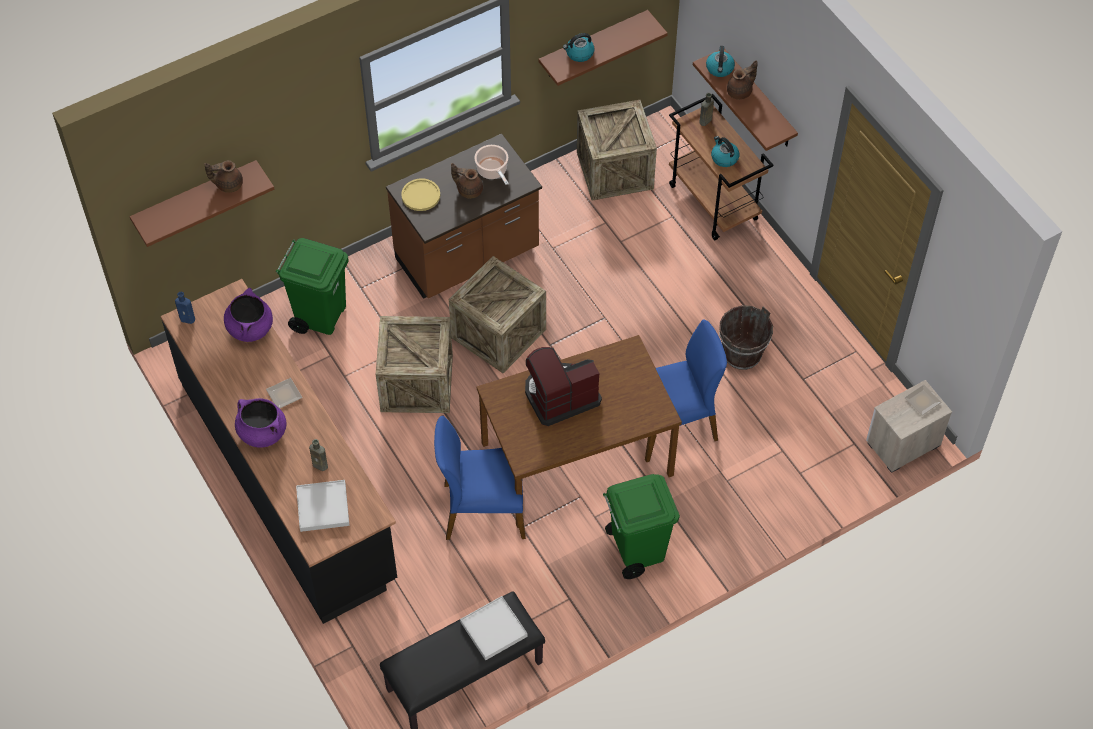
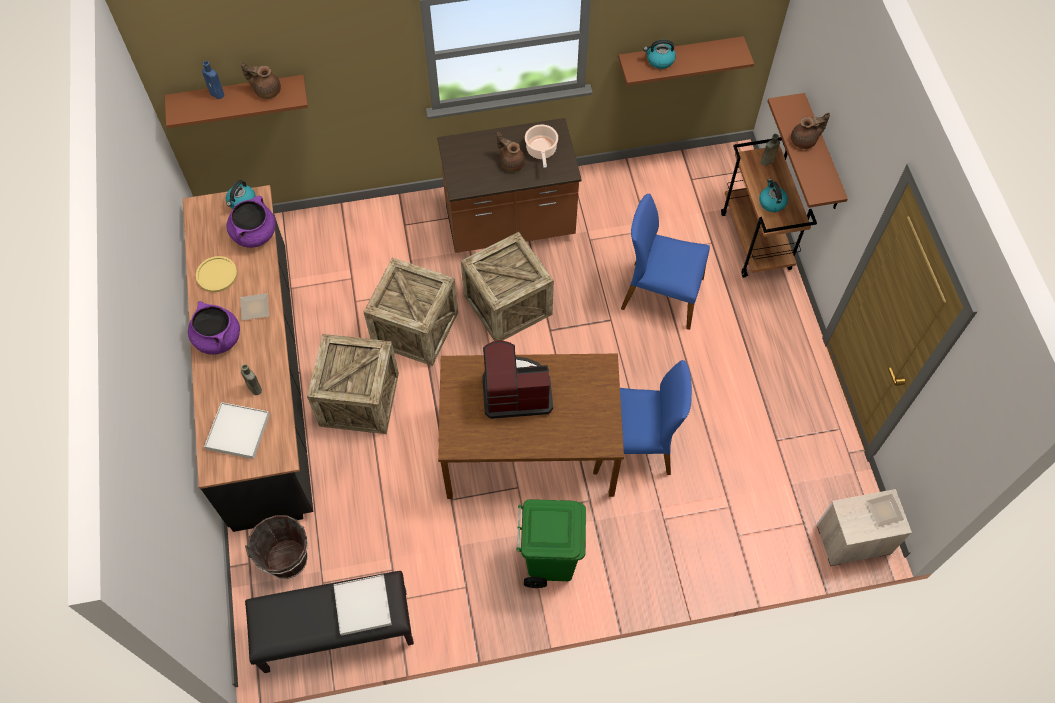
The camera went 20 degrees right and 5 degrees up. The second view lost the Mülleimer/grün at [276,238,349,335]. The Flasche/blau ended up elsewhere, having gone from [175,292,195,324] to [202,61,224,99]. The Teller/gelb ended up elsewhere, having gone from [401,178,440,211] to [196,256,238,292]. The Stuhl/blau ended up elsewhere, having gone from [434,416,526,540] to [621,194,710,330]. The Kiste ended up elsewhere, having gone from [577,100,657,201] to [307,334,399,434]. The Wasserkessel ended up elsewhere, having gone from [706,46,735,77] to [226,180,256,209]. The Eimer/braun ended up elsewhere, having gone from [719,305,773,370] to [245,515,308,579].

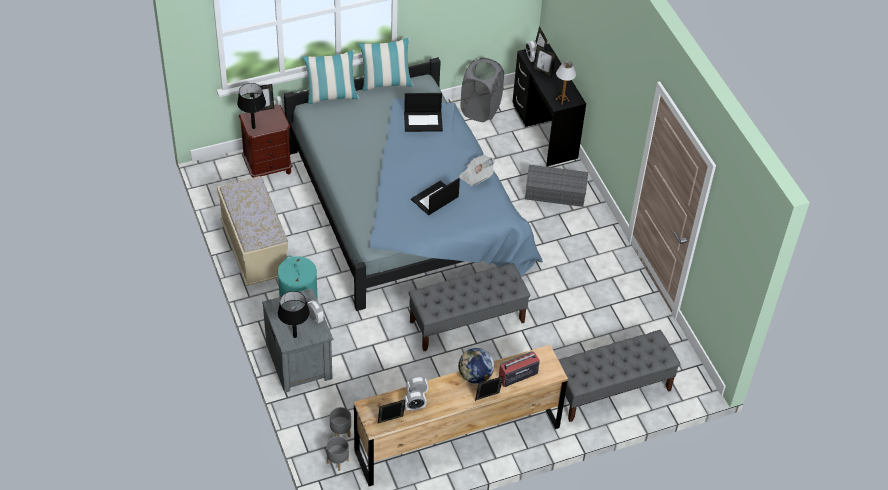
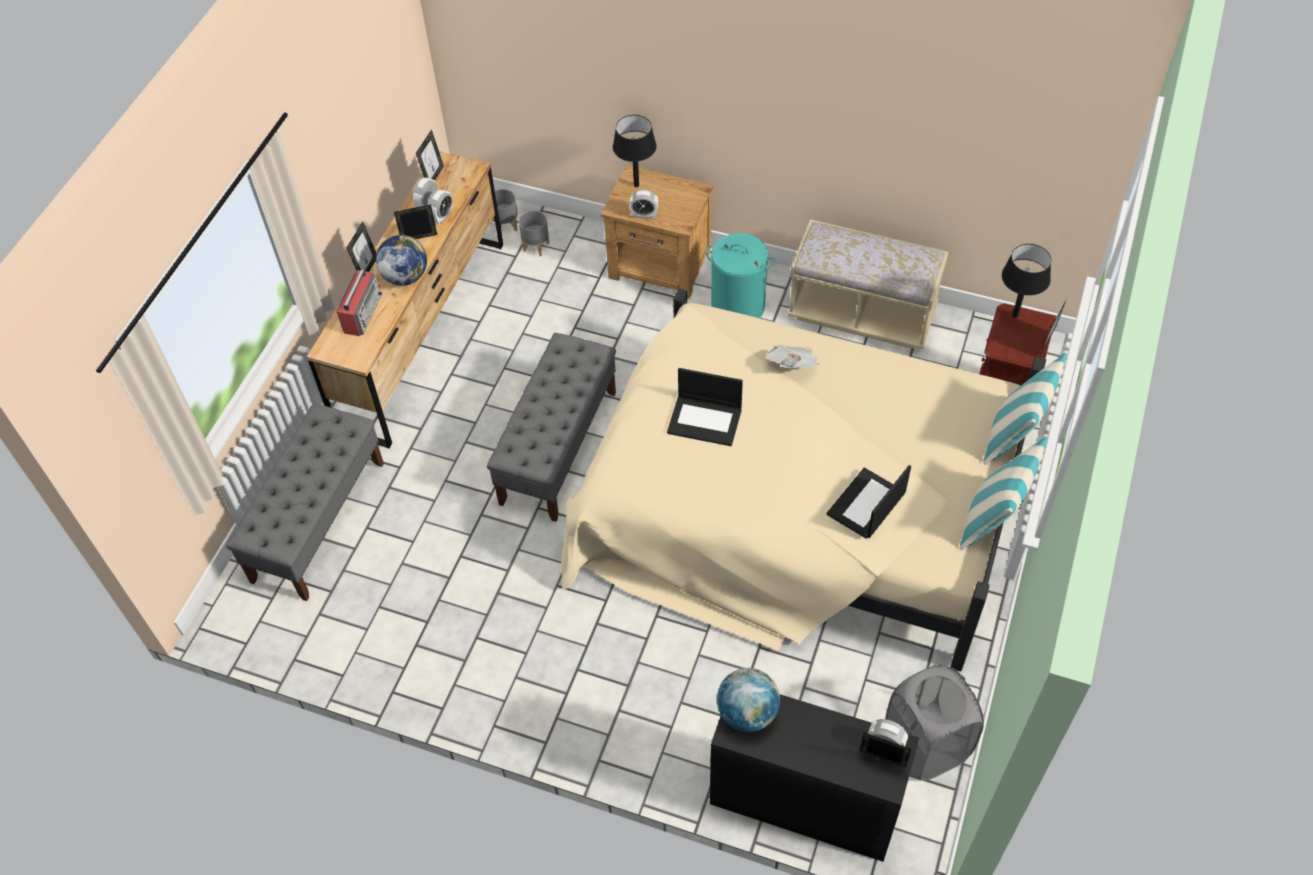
The camera went 135 degrees right and 5 degrees up. The second view lost the Aufbewahrungsbox/grau at [525,165,588,207]. The Zeitung ended up elsewhere, having gone from [460,155,495,186] to [766,345,819,369]. The Bilderrahmen ended up elsewhere, having gone from [533,45,556,78] to [394,205,437,239]. Where the Tischlampe stood at [556,61,576,105], the Globus came to stand at [717,668,780,732]. What was the Nachttisch/grau at [262,288,333,392] turned into the Nachttisch/braun at [601,165,713,299]. What was the Bett/blau at [284,57,543,311] turned into the Bett/beige at [561,288,1046,671]. The Laptop at [411,178,460,215] ended up facing another way, 105 degrees clockwise from before.

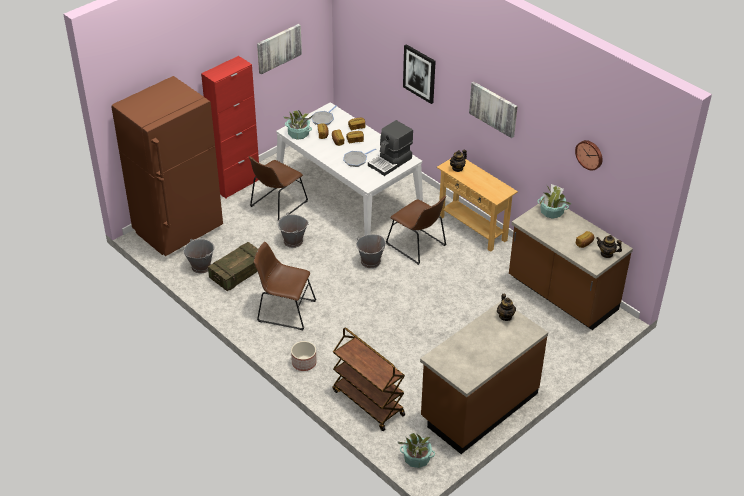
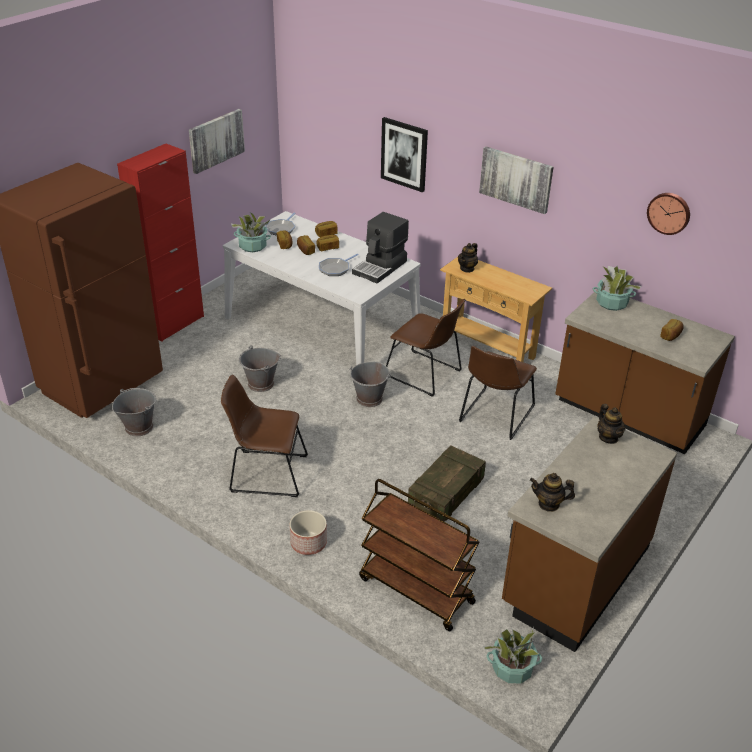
The camera went 10 degrees left and 5 degrees down. The Kiste ended up elsewhere, having gone from [208,242,258,291] to [408,446,486,522]. The Stuhl/braun ended up elsewhere, having gone from [249,156,308,220] to [459,346,537,440]. The Teekanne ended up elsewhere, having gone from [596,235,622,258] to [530,473,575,512].

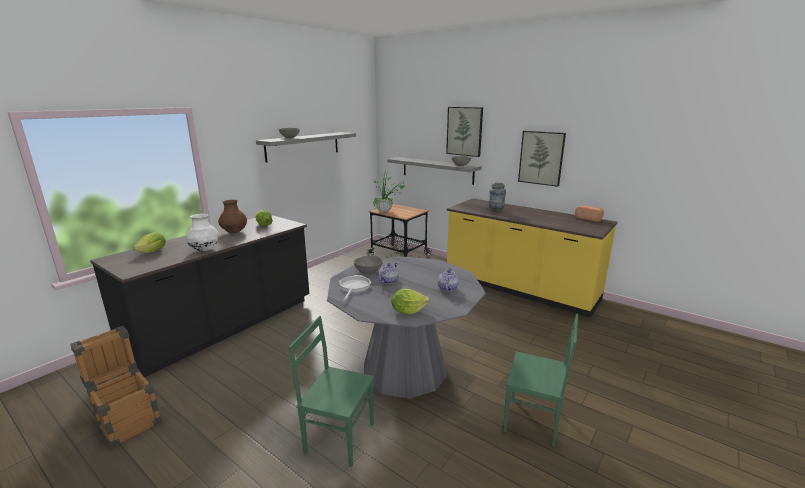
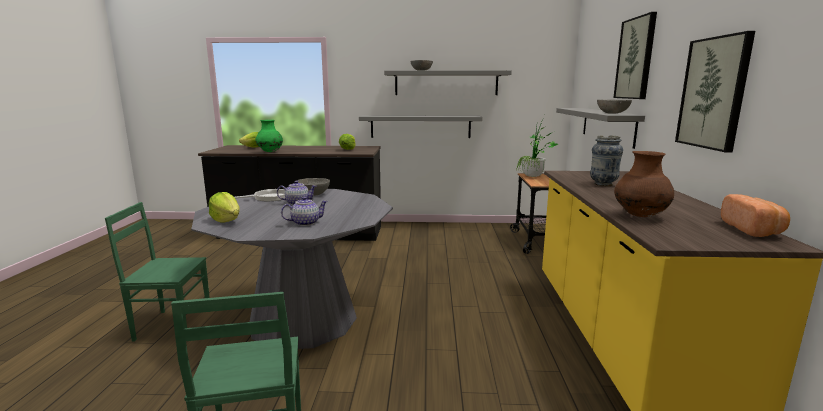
The camera went 55 degrees right and 5 degrees down. The second view lost the Kiste at [70,326,162,448]. The second view gained the Wandregal/grau at [359,115,482,138]. The Vase/braun ended up elsewhere, having gone from [218,200,247,233] to [614,151,674,217]. What was the Vase/weiß at [186,213,220,251] turned into the Vase/grün at [255,120,283,152]. The Stuhl/grün at [289,316,374,467] ended up facing another way, 75 degrees counterclockwise from before.

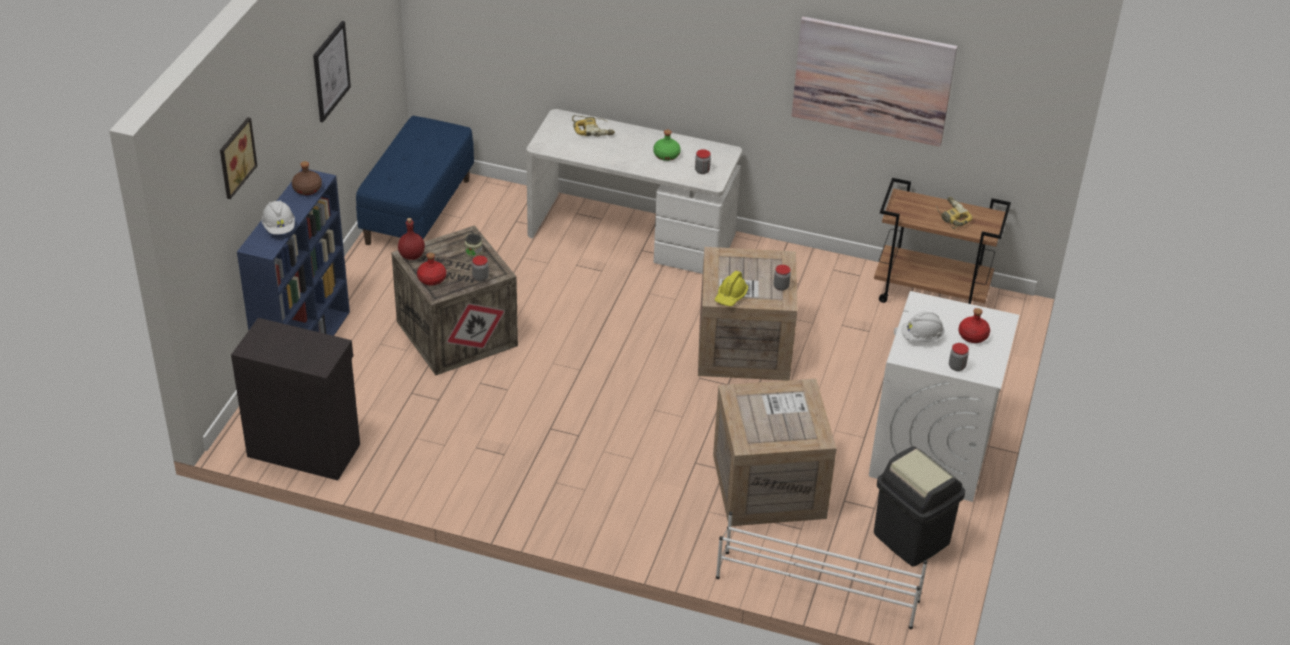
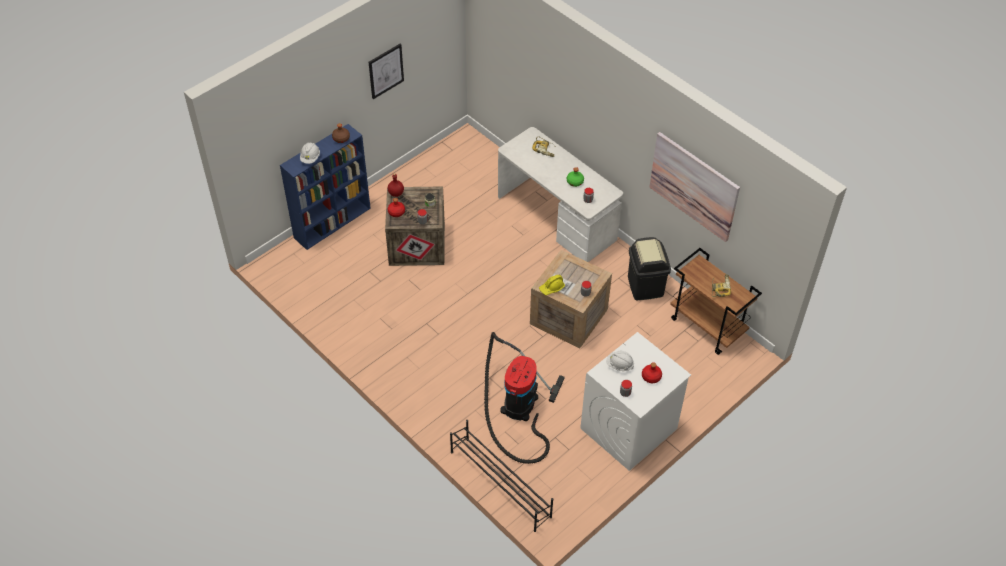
The camera went 30 degrees right and 10 degrees up. The second view lost the Bild at [220,117,257,199]. The second view lost the Schrank/schwarz at [231,318,360,480]. The second view lost the Bank/blau at [356,116,474,245]. The Mülleimer/schwarz ended up elsewhere, having gone from [874,446,965,566] to [628,237,671,300]. Where the Kiste stood at [713,379,837,526], the Staubsauger came to stand at [484,332,565,464]. What was the Schuhregal/weiß at [716,511,927,629] turned into the Schuhregal/schwarz at [450,420,553,532].

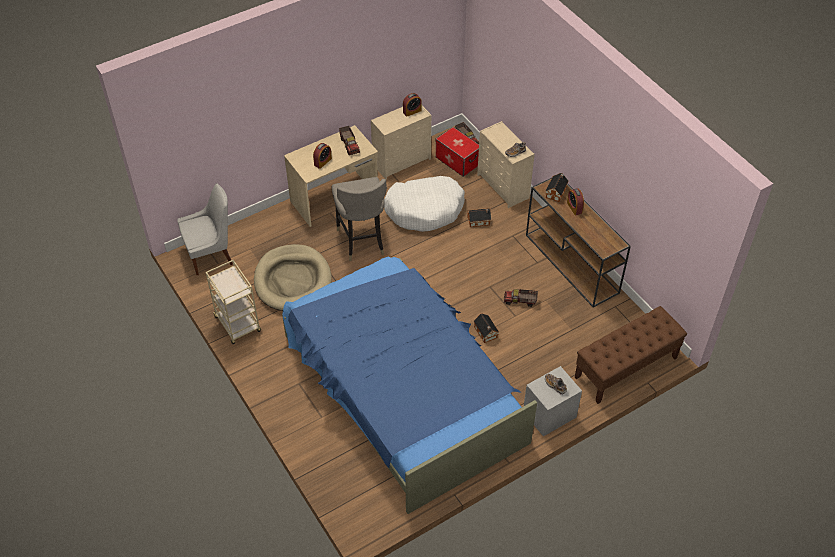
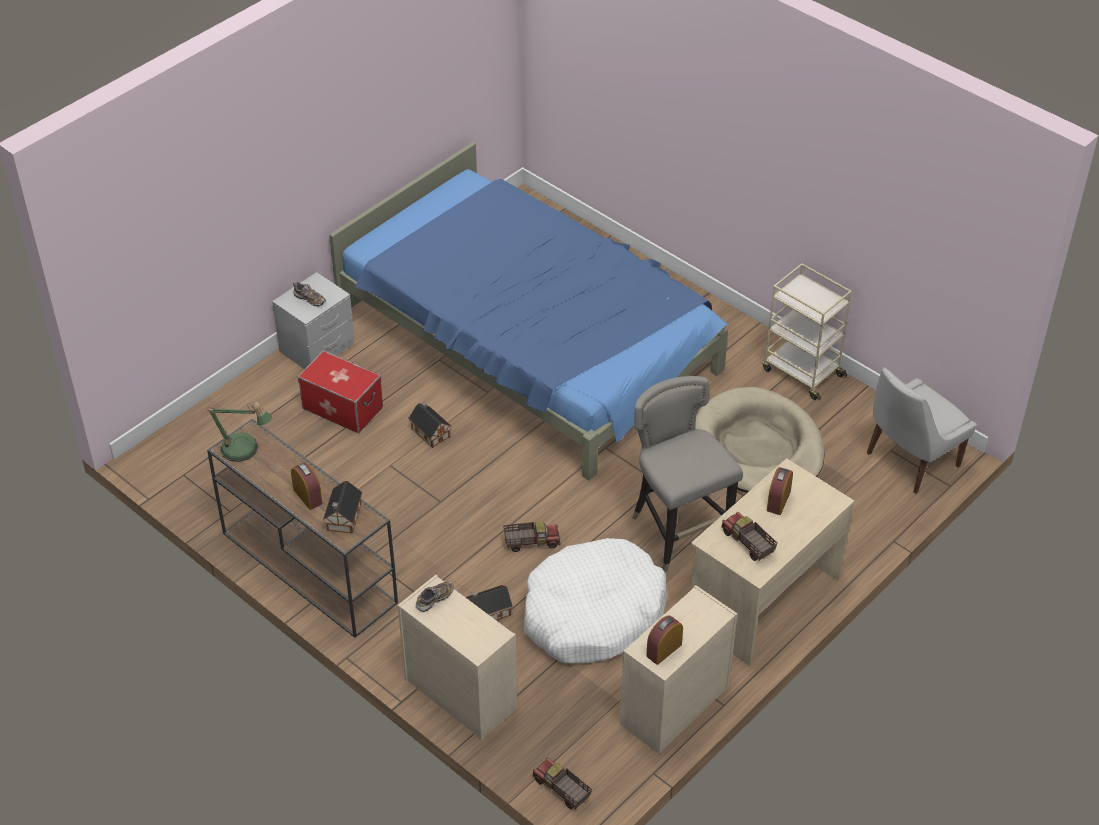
The camera went 165 degrees right and 5 degrees down. The second view lost the Bank/braun at [575,306,687,404]. The second view gained the Tischlampe at [207,402,272,462]. The Aufbewahrungsbox ended up elsewhere, having gone from [436,127,479,177] to [298,350,383,433]. The Spielzeuglaster ended up elsewhere, having gone from [504,289,538,307] to [503,522,560,552].

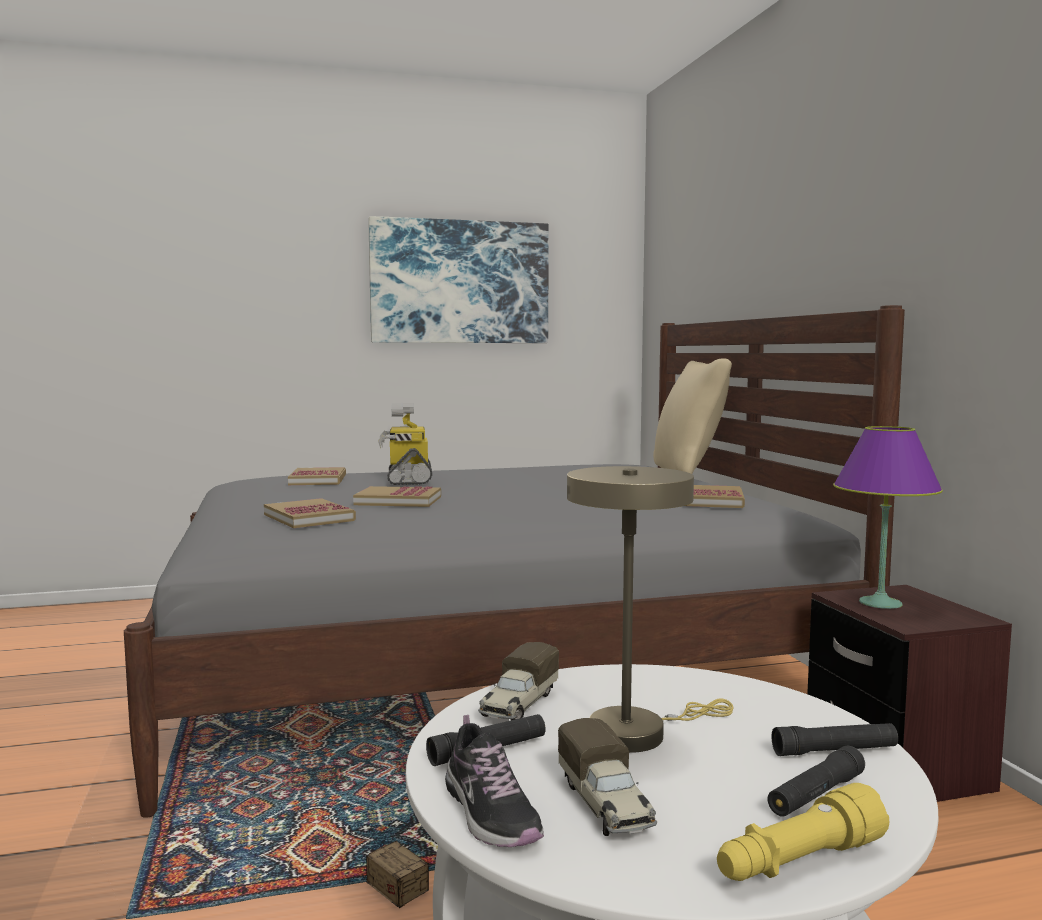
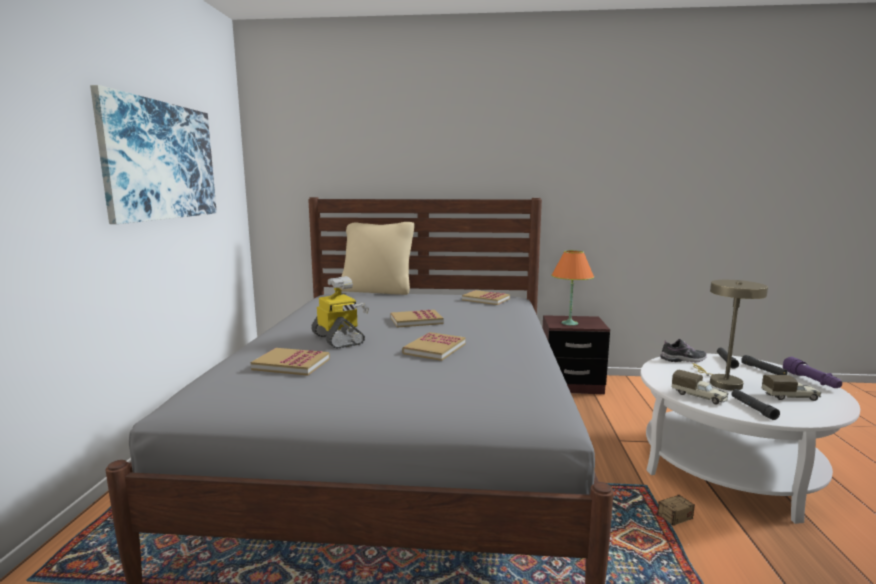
The camera went 70 degrees left and 5 degrees up. The Buch ended up elsewhere, having gone from [264,498,356,528] to [391,309,444,328]. The Schuh ended up elsewhere, having gone from [445,715,544,847] to [660,339,707,362]. What was the Taschenlampe/gelb at [717,783,889,881] turned into the Taschenlampe/lila at [783,357,842,388]. What was the Tischlampe/lila at [833,426,943,609] turned into the Tischlampe/orange at [551,250,594,326]. The Spielzeugroboter at [378,403,432,485] ended up facing another way, 135 degrees counterclockwise from before.

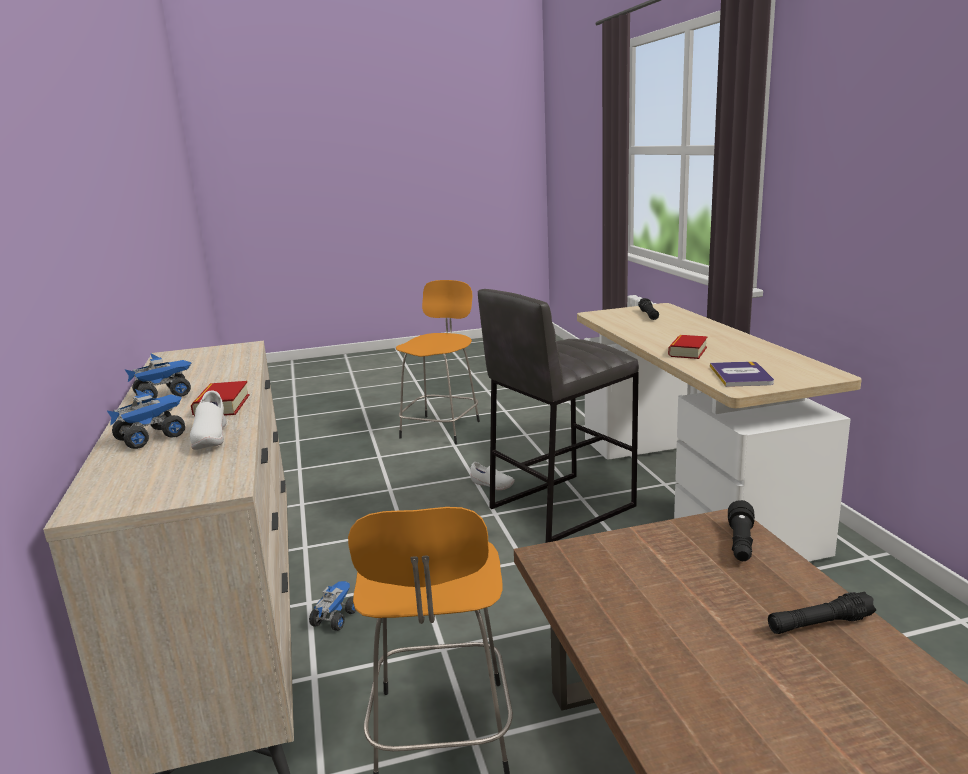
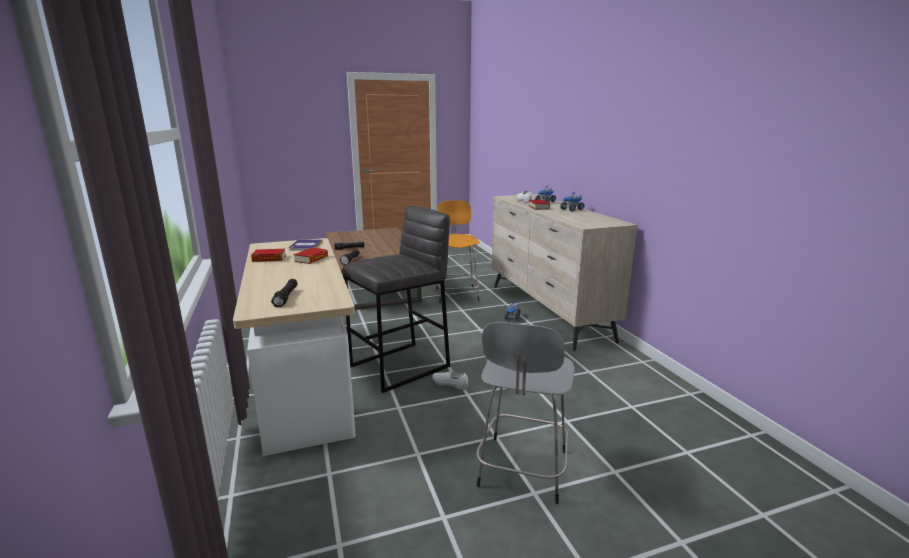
The camera went 175 degrees right and 0 degrees up. The second view gained the Buch at [251,249,286,262]. What was the Hocker/orange at [396,280,480,444] turned into the Hocker/grau at [476,322,575,504].

